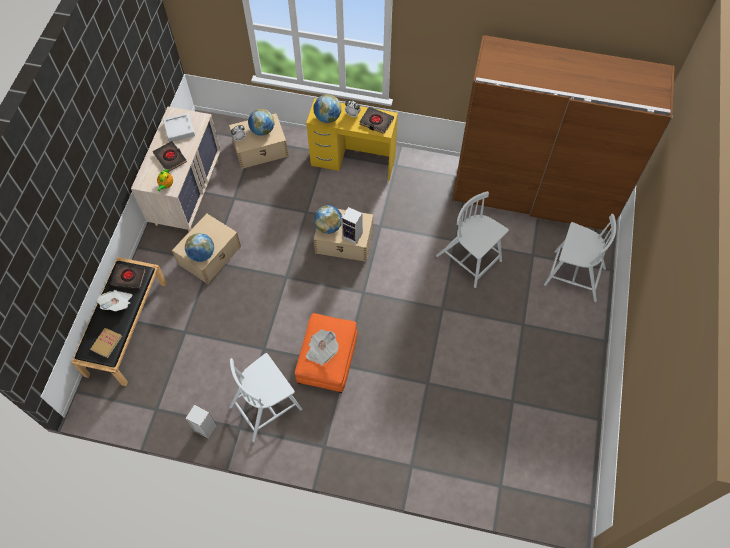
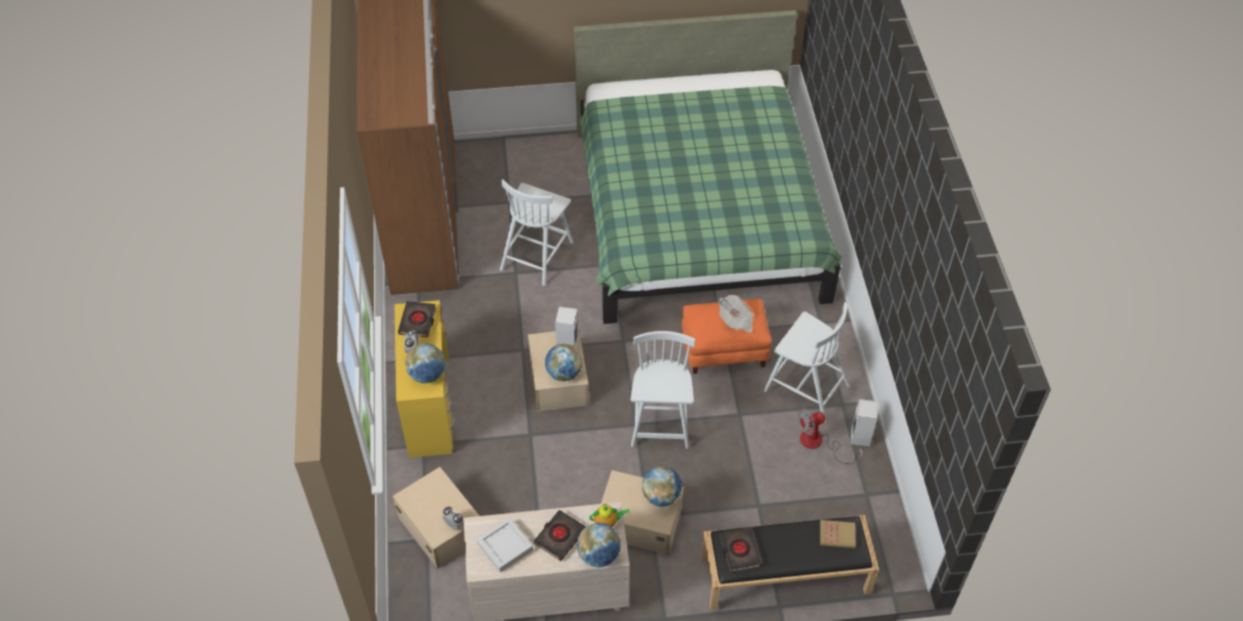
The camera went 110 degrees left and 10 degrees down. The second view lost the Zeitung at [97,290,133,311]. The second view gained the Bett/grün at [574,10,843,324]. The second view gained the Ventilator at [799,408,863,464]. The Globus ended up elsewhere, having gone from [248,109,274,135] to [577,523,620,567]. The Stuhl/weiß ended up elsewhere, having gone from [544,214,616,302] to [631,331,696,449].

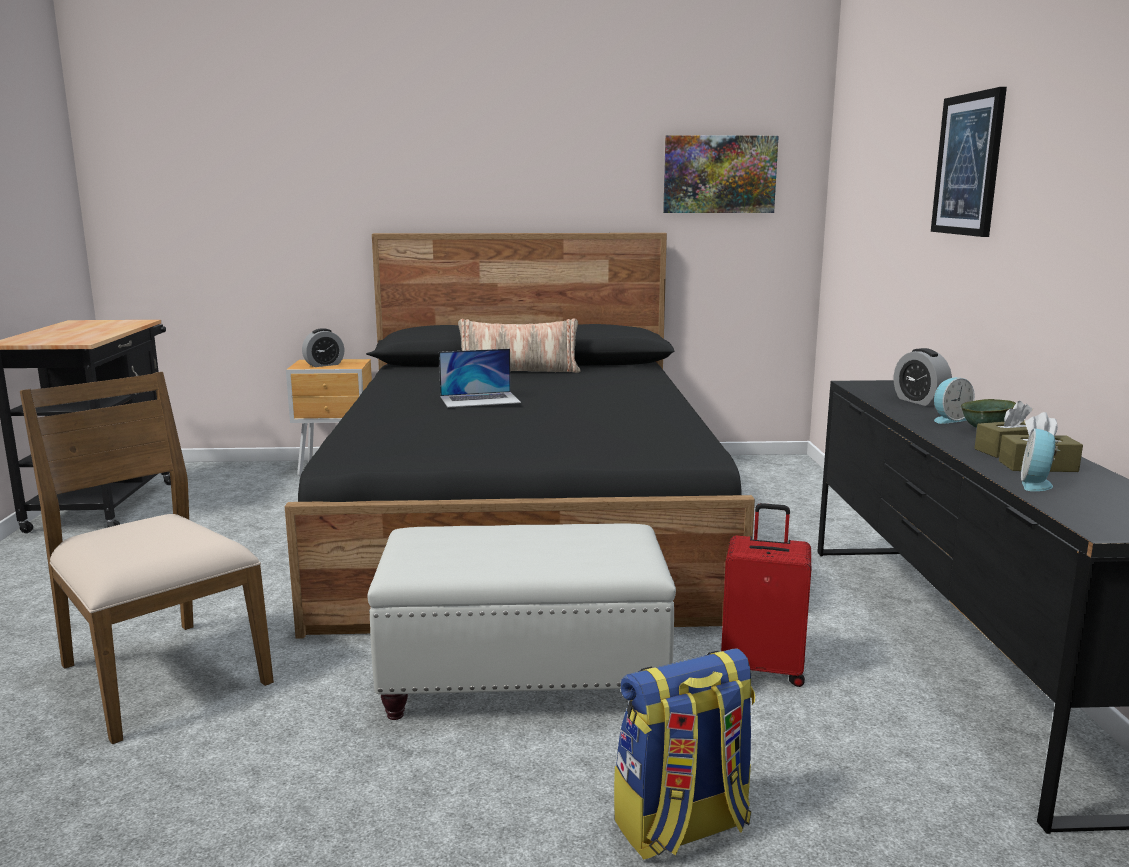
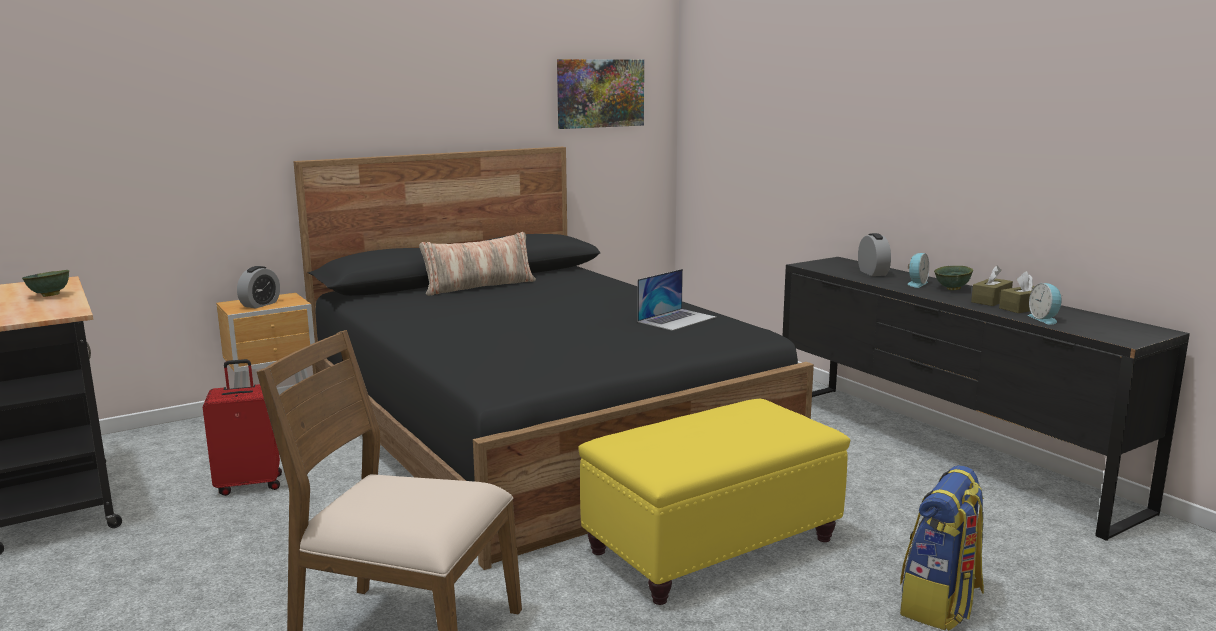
The camera went 30 degrees left and 0 degrees up. The second view lost the Bild at [931,87,1007,237]. The second view gained the Schüssel/grün at [22,270,69,297]. The Laptop ended up elsewhere, having gone from [439,348,521,407] to [637,269,716,331]. The Koffer/rot ended up elsewhere, having gone from [721,503,811,687] to [203,359,282,496]. What was the Polsterhocker/weiß at [367,523,676,720] turned into the Polsterhocker/gelb at [578,399,850,605]. The Wecker at [894,348,952,406] ended up facing another way, 135 degrees counterclockwise from before.

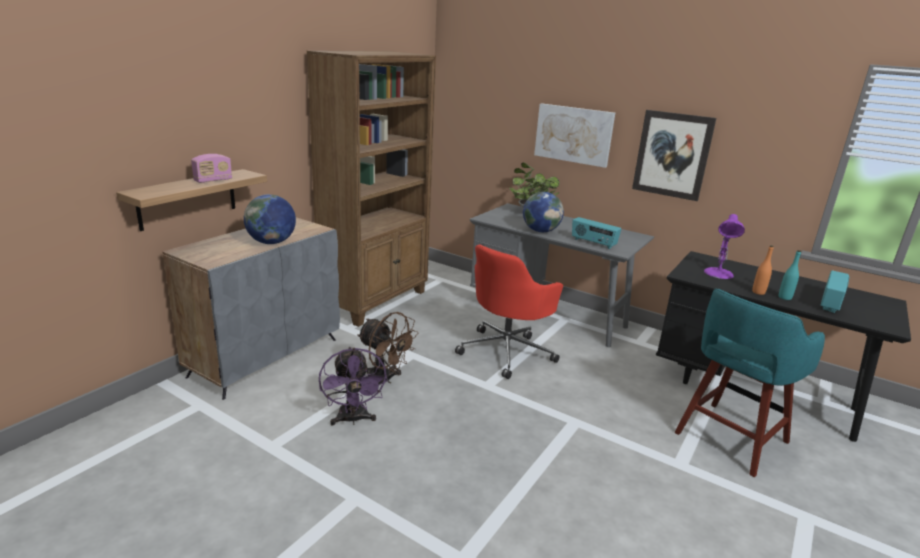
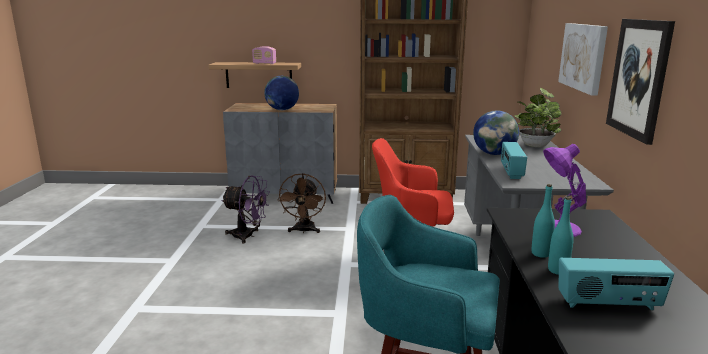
The camera went 60 degrees right and 5 degrees down. What was the Flasche/orange at [752,245,774,295] turned into the Flasche/türkis at [532,184,555,258]. The Ventilator/lila at [319,347,388,426] ended up facing another way, 120 degrees counterclockwise from before.

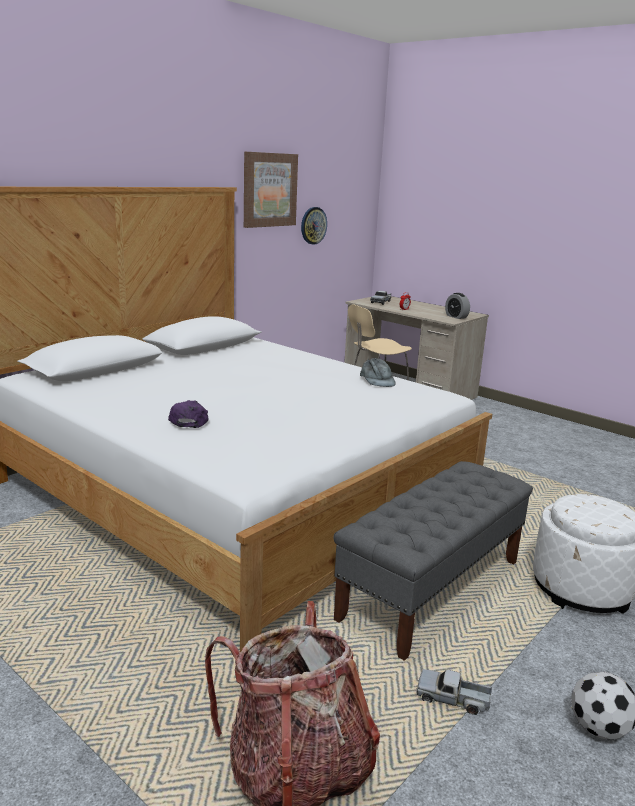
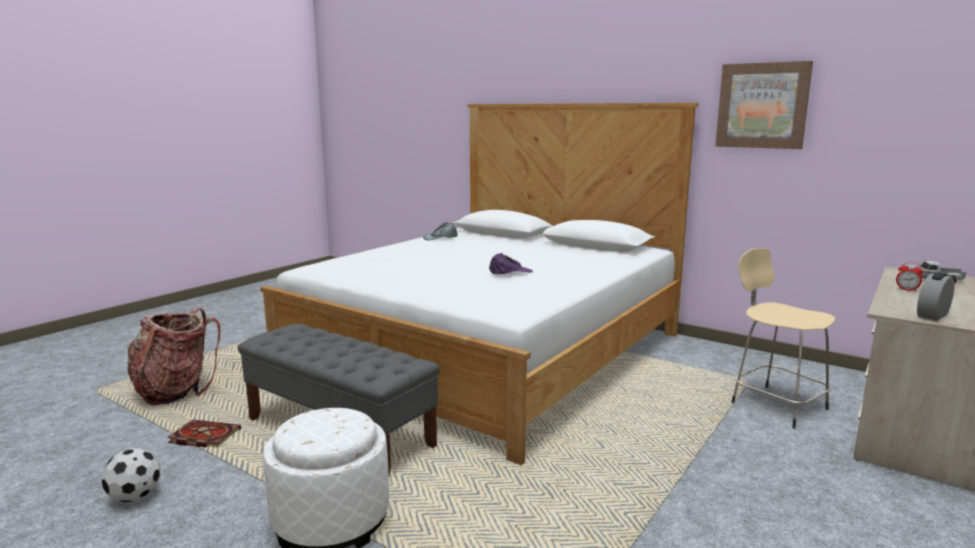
The camera went 85 degrees right and 5 degrees down. The second view lost the Wanduhr at [301,207,327,245]. The Kappe/lila ended up elsewhere, having gone from [168,400,208,428] to [489,253,533,274]. The Kappe/grau ended up elsewhere, having gone from [360,358,396,387] to [423,222,458,241]. Where the Spielzeuglaster stood at [416,669,492,715], the Buch came to stand at [167,420,241,447].

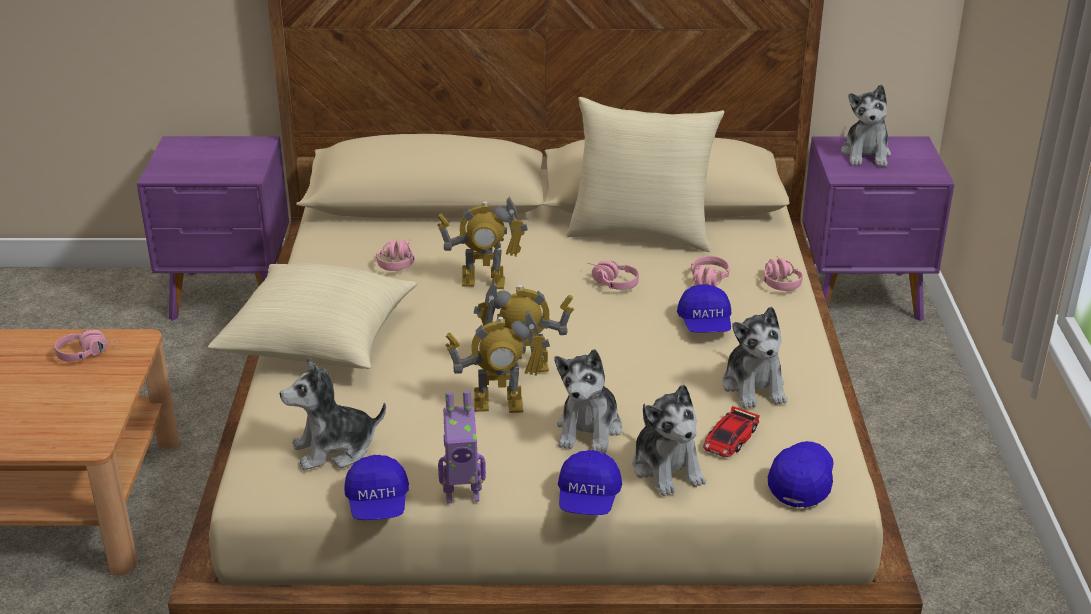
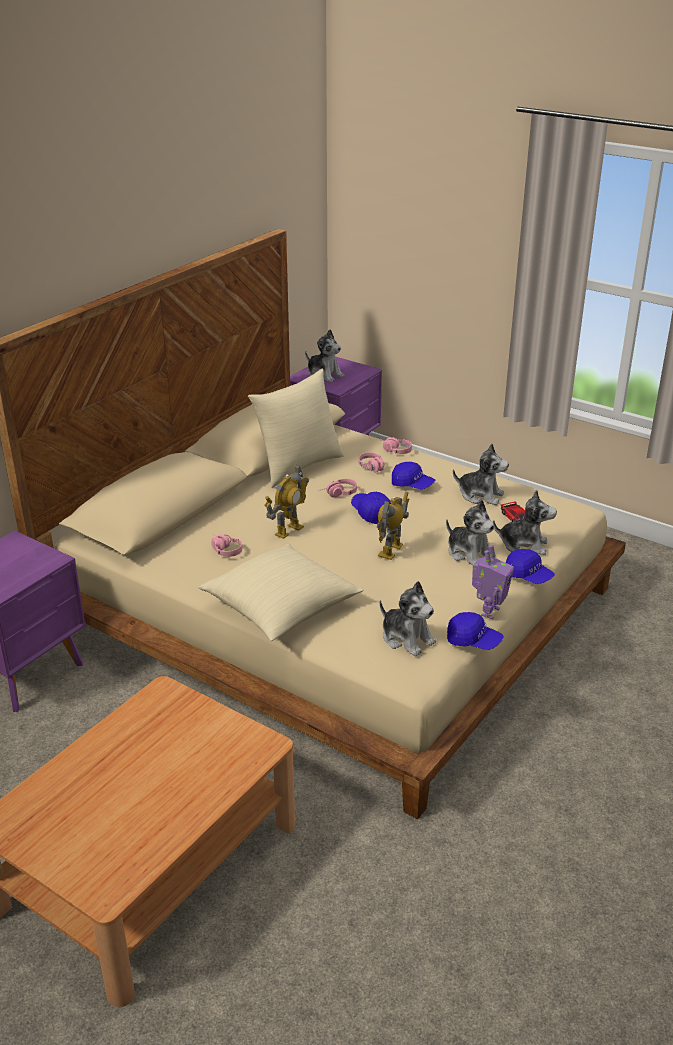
The camera went 55 degrees left and 0 degrees up. The second view lost the Kopfhörer/rosa at [55,330,121,361]. The second view lost the Spielzeugroboter at [445,310,550,413]. The Kappe/blau ended up elsewhere, having gone from [768,441,834,508] to [351,492,391,524]. The Plüschtier at [280,357,386,470] ended up facing another way, 60 degrees counterclockwise from before.

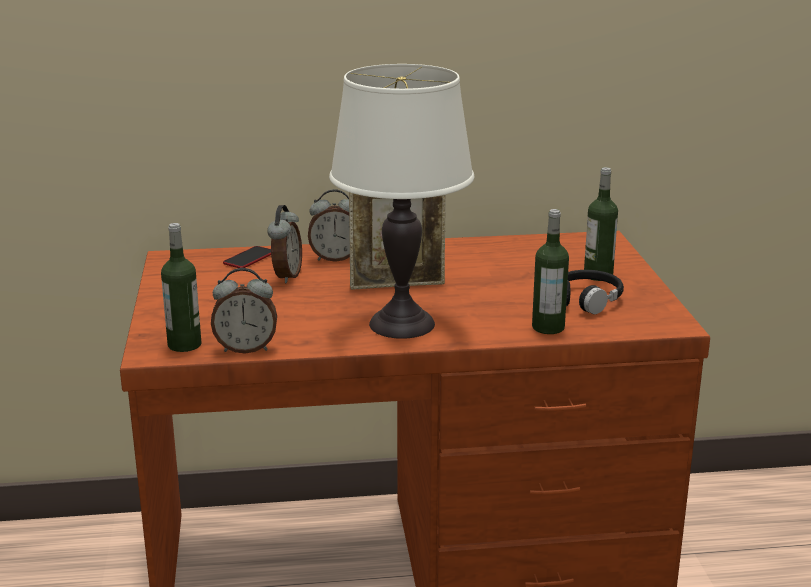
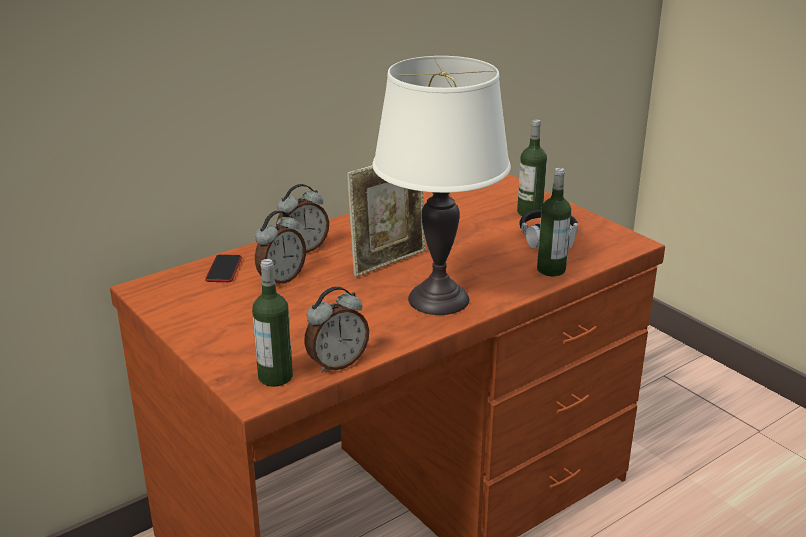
The camera went 30 degrees left and 5 degrees up. The Wecker at [267,205,302,283] ended up facing another way, 60 degrees clockwise from before.

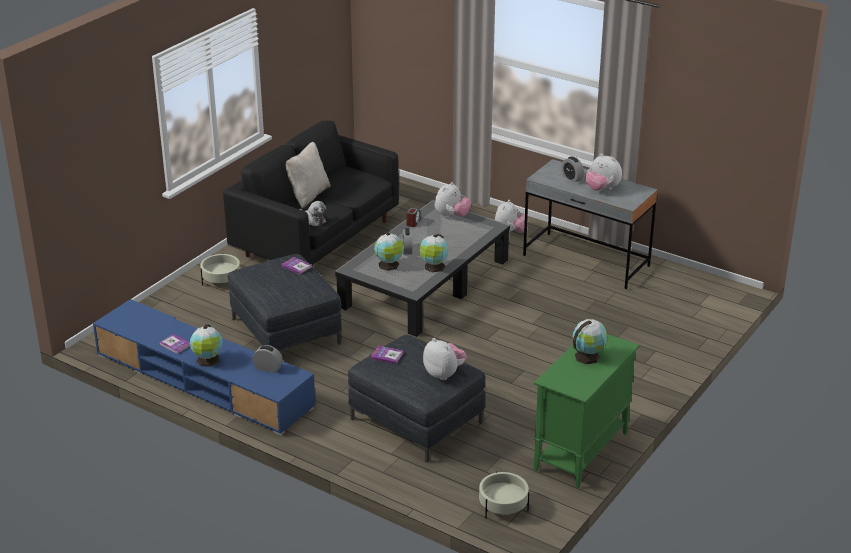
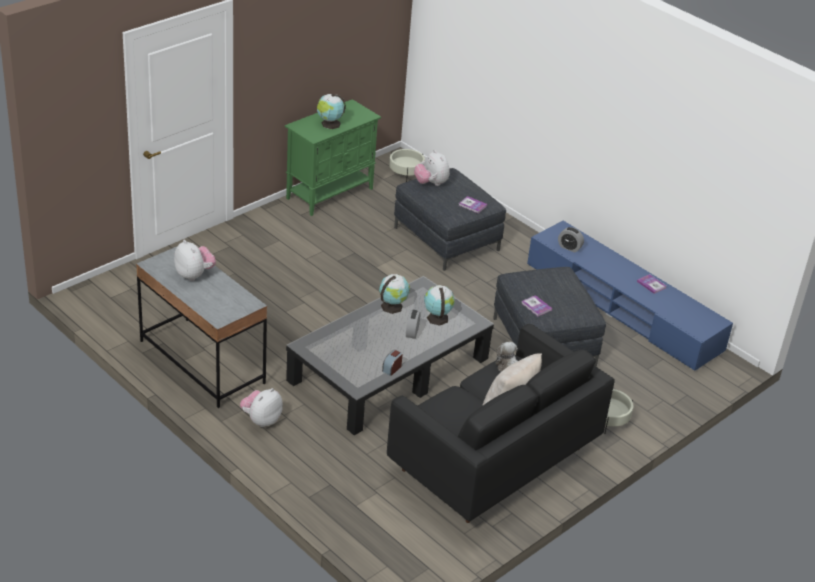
The camera went 170 degrees left and 5 degrees up. The second view lost the Globus at [190,324,223,367]. The second view lost the Plüschtier at [435,182,471,218]. The second view lost the Wecker at [561,156,584,182].

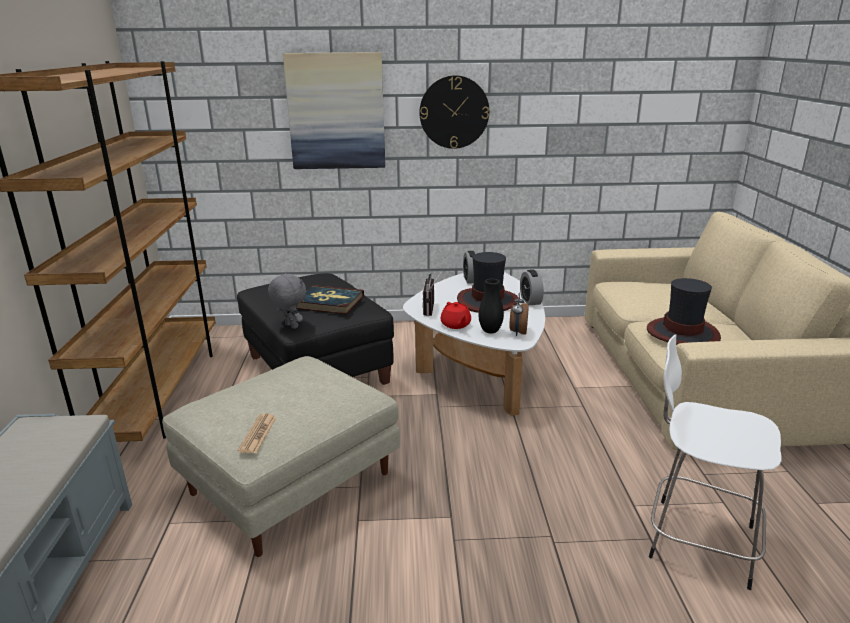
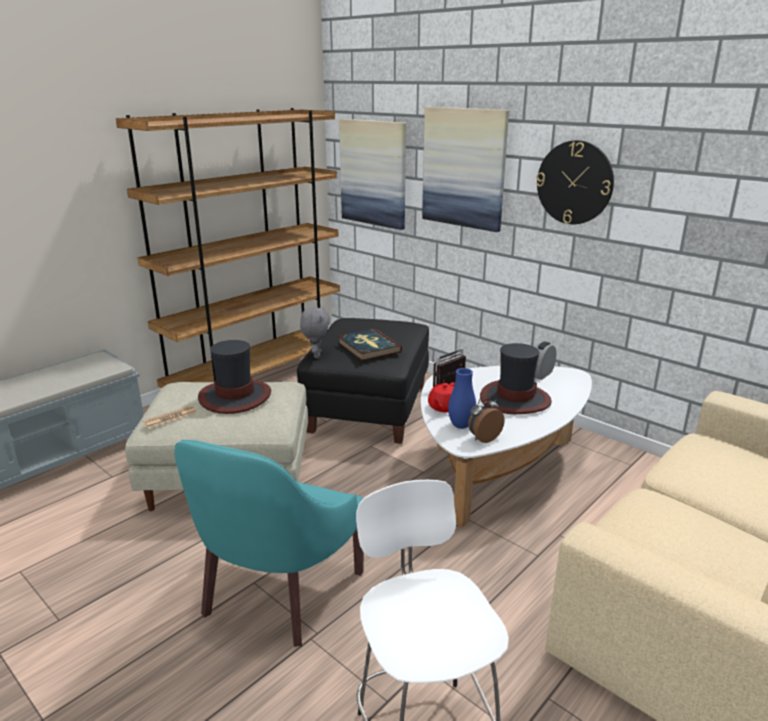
The camera went 45 degrees right and 0 degrees up. The second view lost the Wecker at [520,269,544,305]. The second view gained the Sessel/türkis at [174,440,364,647]. The second view gained the Bild at [339,119,406,230]. The Hut ended up elsewhere, having gone from [647,278,721,345] to [198,340,271,414]. What was the Vase/schwarz at [479,278,504,334] turned into the Vase/blau at [448,368,476,429].

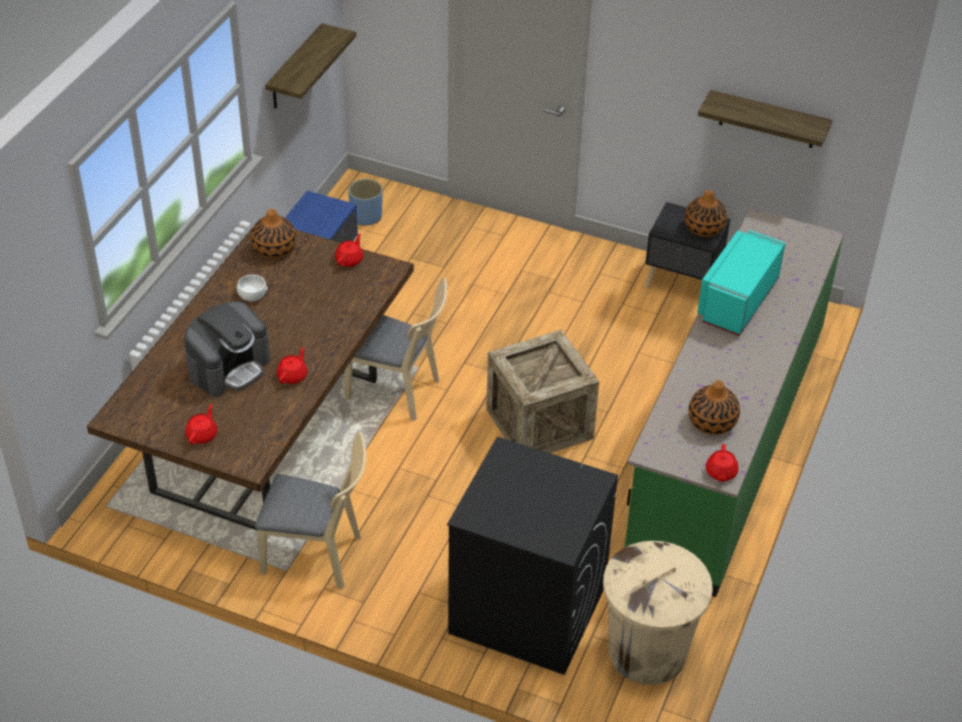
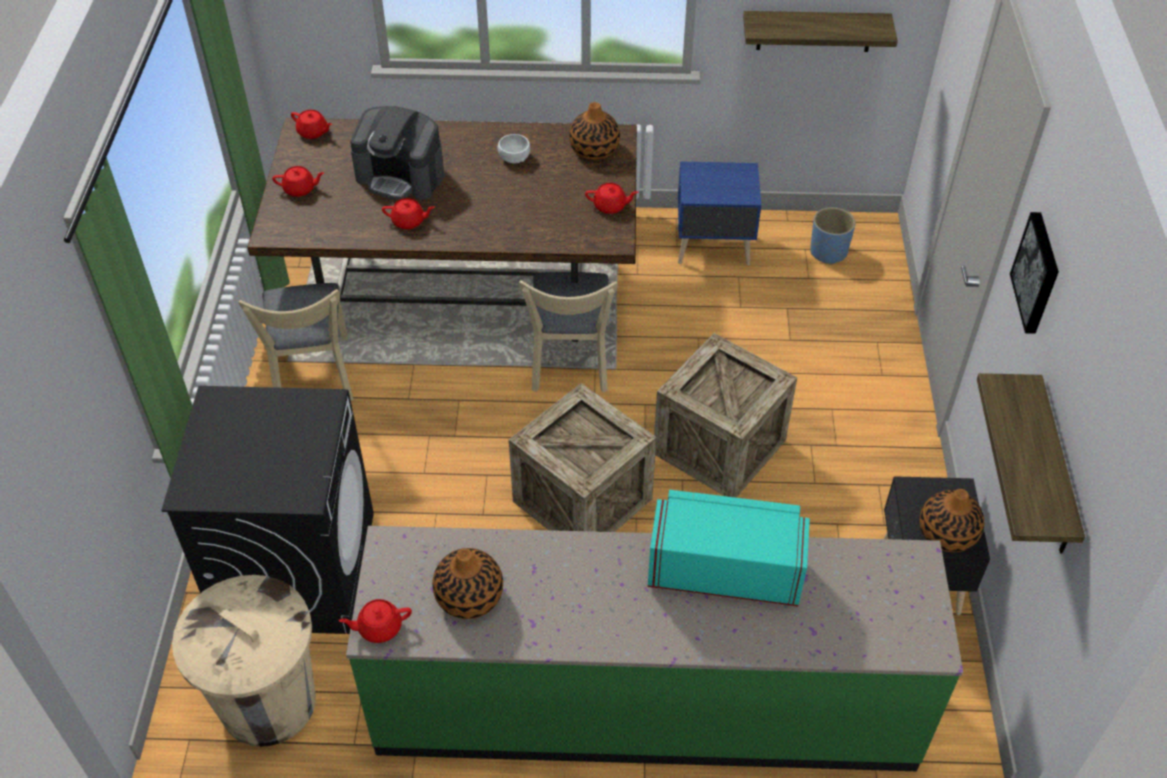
The camera went 70 degrees right and 5 degrees up. The second view gained the Teekanne/rot at [291,110,332,139]. The second view gained the Kiste at [654,333,797,498]. The second view gained the Bild at [1010,212,1059,334].

